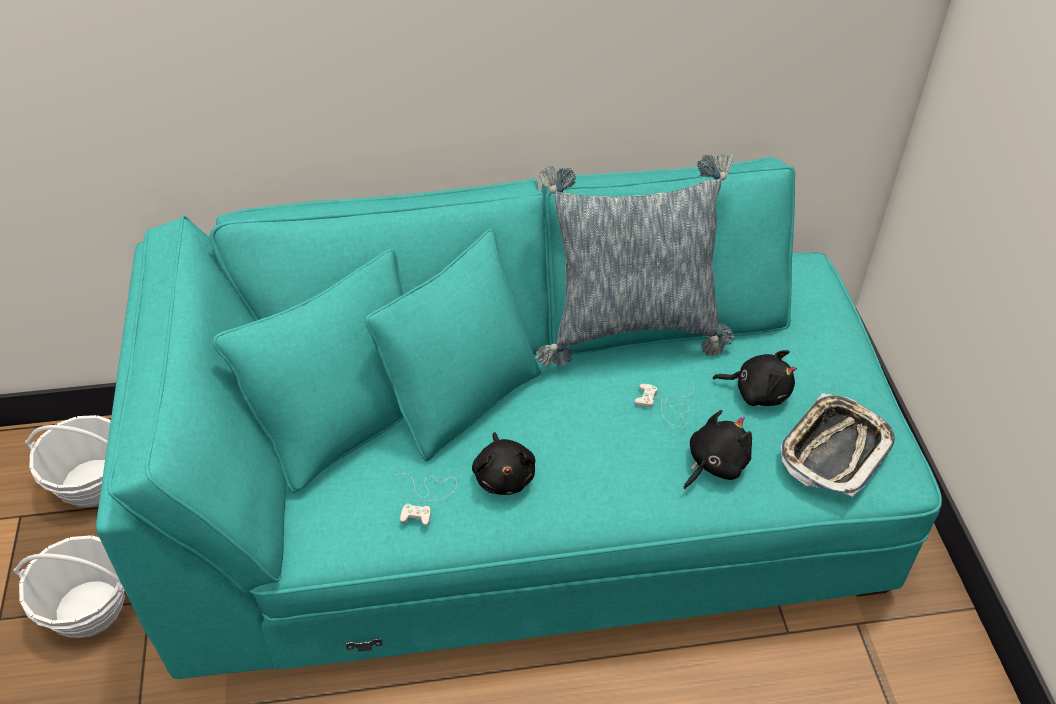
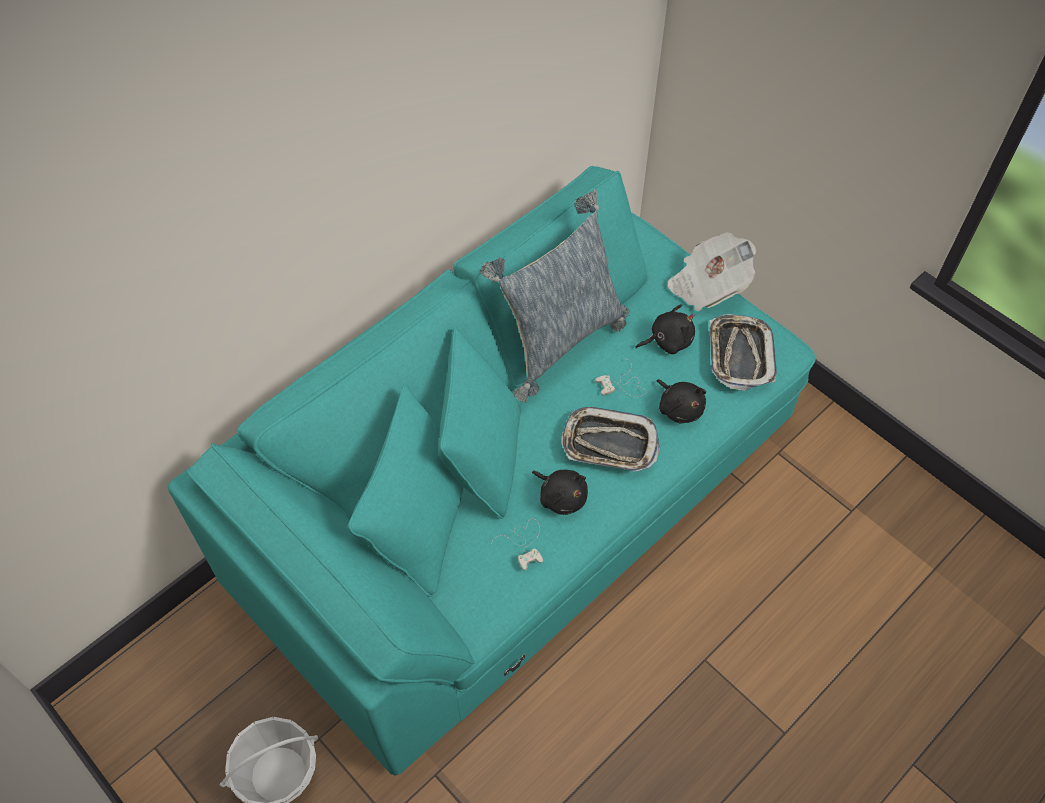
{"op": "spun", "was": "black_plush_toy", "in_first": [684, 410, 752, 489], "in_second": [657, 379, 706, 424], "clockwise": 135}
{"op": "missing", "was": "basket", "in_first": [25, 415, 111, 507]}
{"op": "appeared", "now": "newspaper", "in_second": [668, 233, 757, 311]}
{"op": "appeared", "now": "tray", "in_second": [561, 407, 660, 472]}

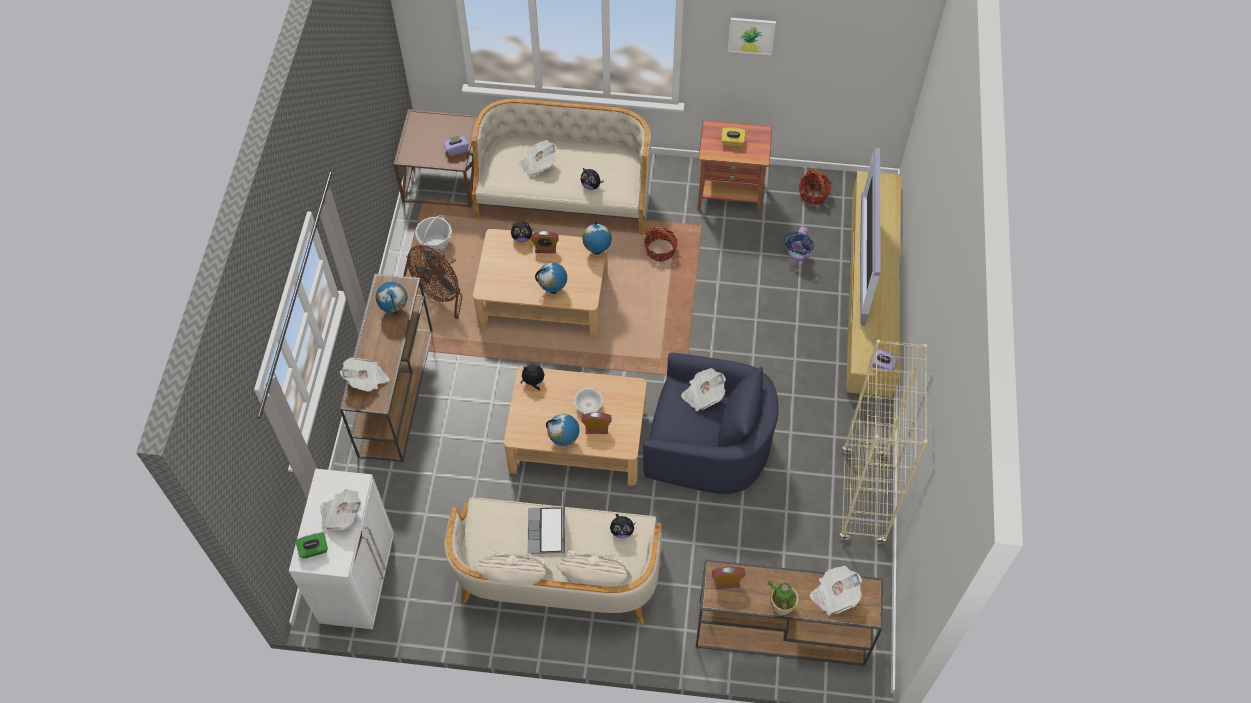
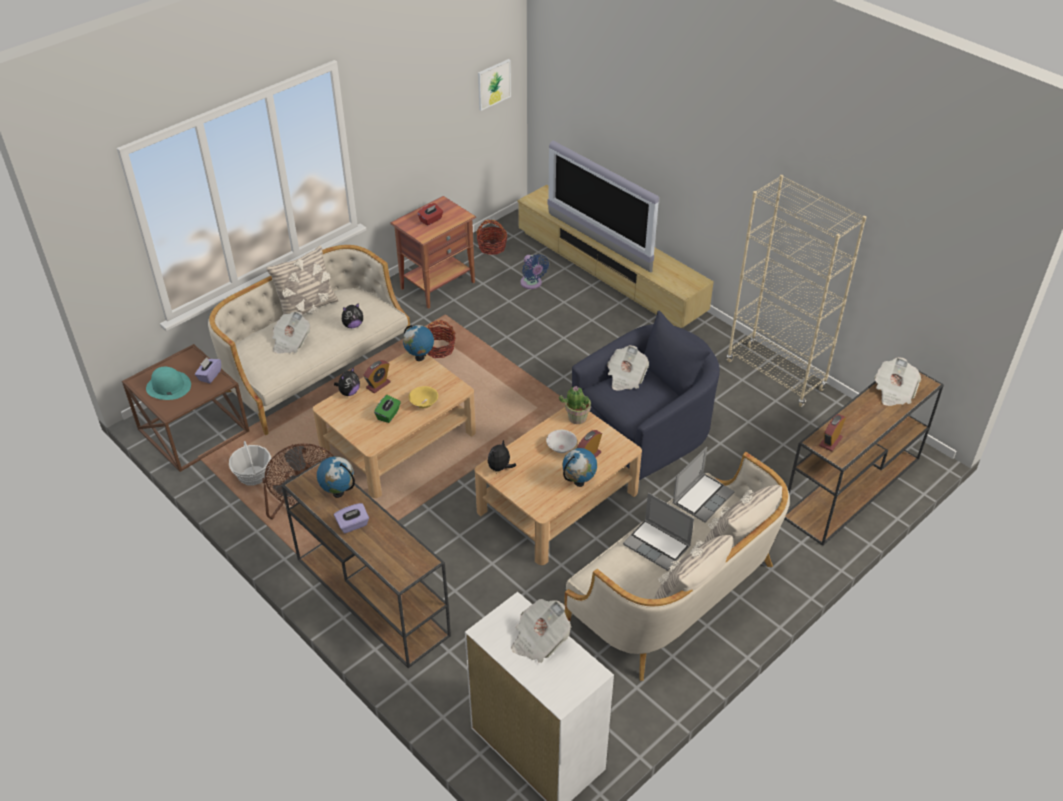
{"op": "relocated", "was": "picture", "in_first": [728, 18, 776, 55], "in_second": [478, 59, 511, 111]}
{"op": "colour", "was": "yellow_tissue_box", "now": "red_tissue_box", "in_first": [721, 128, 745, 147], "in_second": [417, 203, 443, 226]}
{"op": "exchanged", "was": "globe", "now": "yellow_bowl", "in_first": [535, 263, 567, 294], "in_second": [409, 386, 438, 408]}
{"op": "relocated", "was": "purple_tissue_box", "in_first": [870, 349, 898, 372], "in_second": [334, 503, 369, 533]}
{"op": "missing", "was": "newspaper", "in_first": [340, 357, 390, 392]}
{"op": "exchanged", "was": "plush_toy", "now": "laptop", "in_first": [610, 514, 636, 538], "in_second": [673, 447, 735, 522]}
{"op": "relocated", "was": "green_tissue_box", "in_first": [295, 532, 328, 559], "in_second": [374, 395, 401, 423]}
{"op": "relocated", "was": "potted_plant", "in_first": [768, 580, 798, 615], "in_second": [559, 386, 591, 424]}
{"op": "appeared", "now": "beige_pillow", "in_second": [266, 246, 338, 315]}
{"op": "appeared", "now": "turquoise_hat", "in_second": [146, 367, 191, 400]}

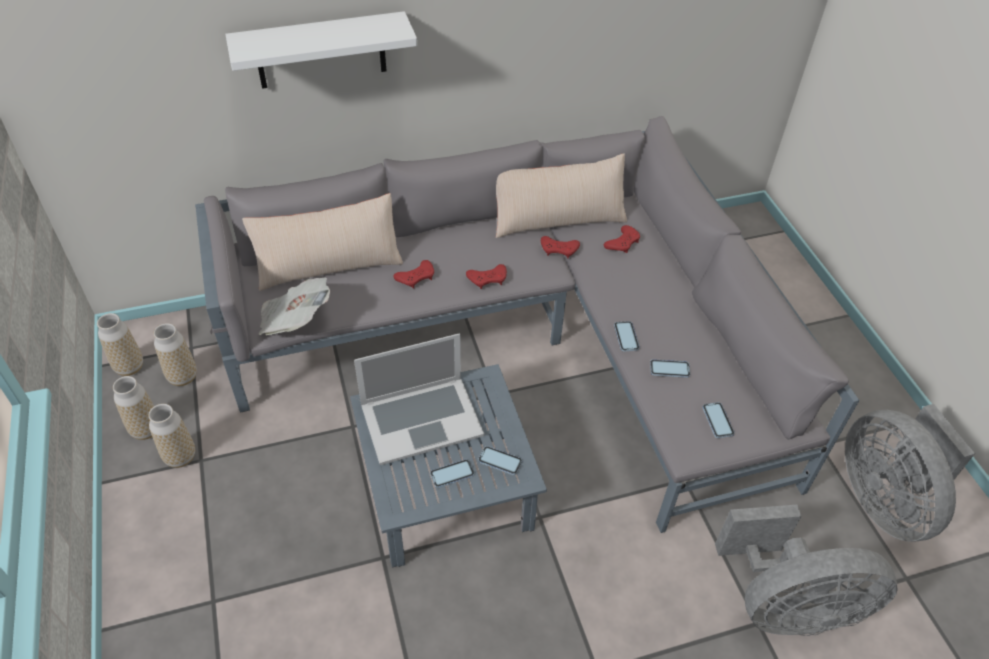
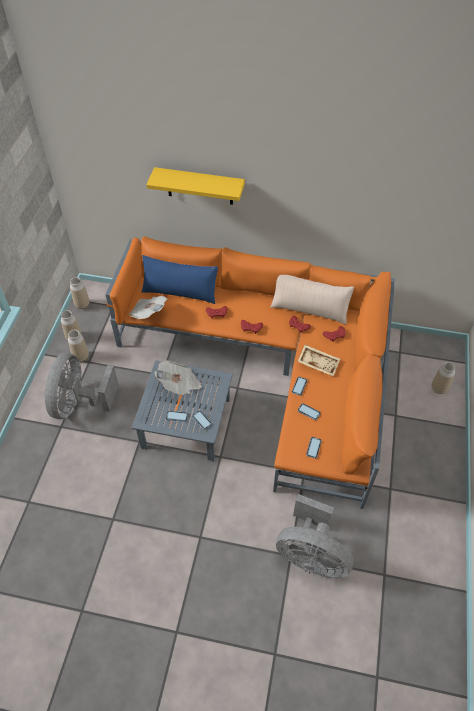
{"op": "colour", "was": "white_shelf", "now": "yellow_shelf", "in_first": [225, 11, 417, 89], "in_second": [146, 167, 245, 205]}
{"op": "colour", "was": "grey_sofa", "now": "orange_sofa", "in_first": [195, 116, 859, 567], "in_second": [105, 236, 395, 509]}
{"op": "colour", "was": "beige_pillow", "now": "blue_pillow", "in_first": [242, 193, 403, 291], "in_second": [142, 255, 218, 304]}
{"op": "relocated", "was": "vase", "in_first": [154, 323, 197, 386], "in_second": [432, 362, 455, 394]}
{"op": "exchanged", "was": "laptop", "now": "newspaper", "in_first": [354, 333, 484, 465], "in_second": [154, 360, 202, 396]}
{"op": "relocated", "was": "grey_fan", "in_first": [845, 404, 975, 542], "in_second": [45, 353, 119, 419]}
{"op": "appeared", "now": "beige_tray", "in_second": [297, 345, 340, 377]}

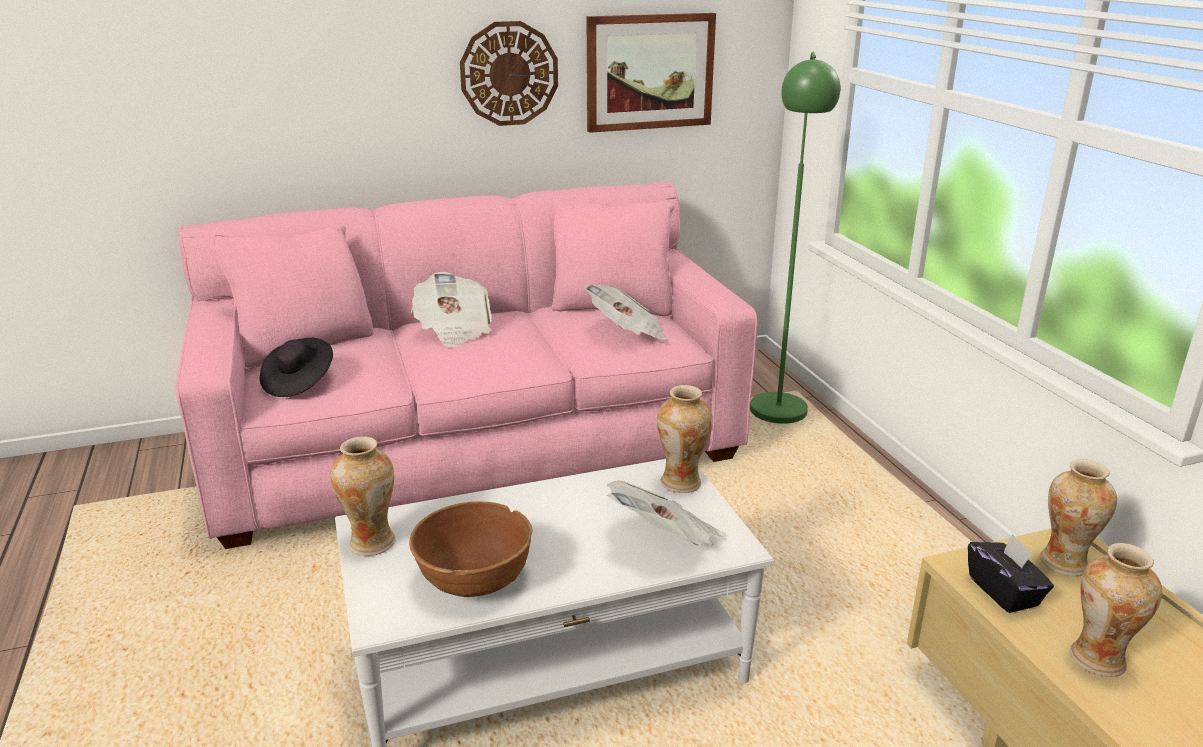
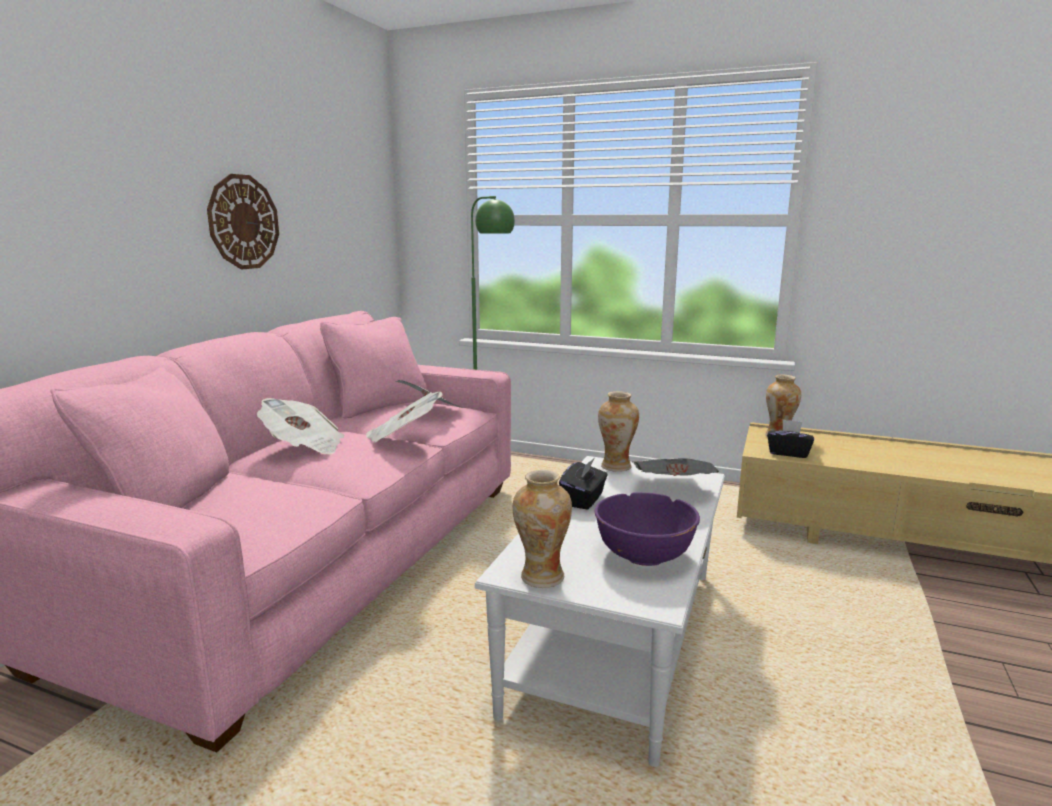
{"op": "missing", "was": "picture", "in_first": [587, 13, 716, 133]}
{"op": "missing", "was": "black_hat", "in_first": [260, 338, 333, 397]}
{"op": "colour", "was": "brown_bowl", "now": "purple_bowl", "in_first": [409, 501, 533, 597], "in_second": [595, 492, 700, 566]}
{"op": "missing", "was": "vase", "in_first": [1070, 543, 1162, 677]}
{"op": "appeared", "now": "newspaper", "in_second": [366, 392, 442, 443]}
{"op": "appeared", "now": "black_tissue_box", "in_second": [559, 459, 608, 510]}

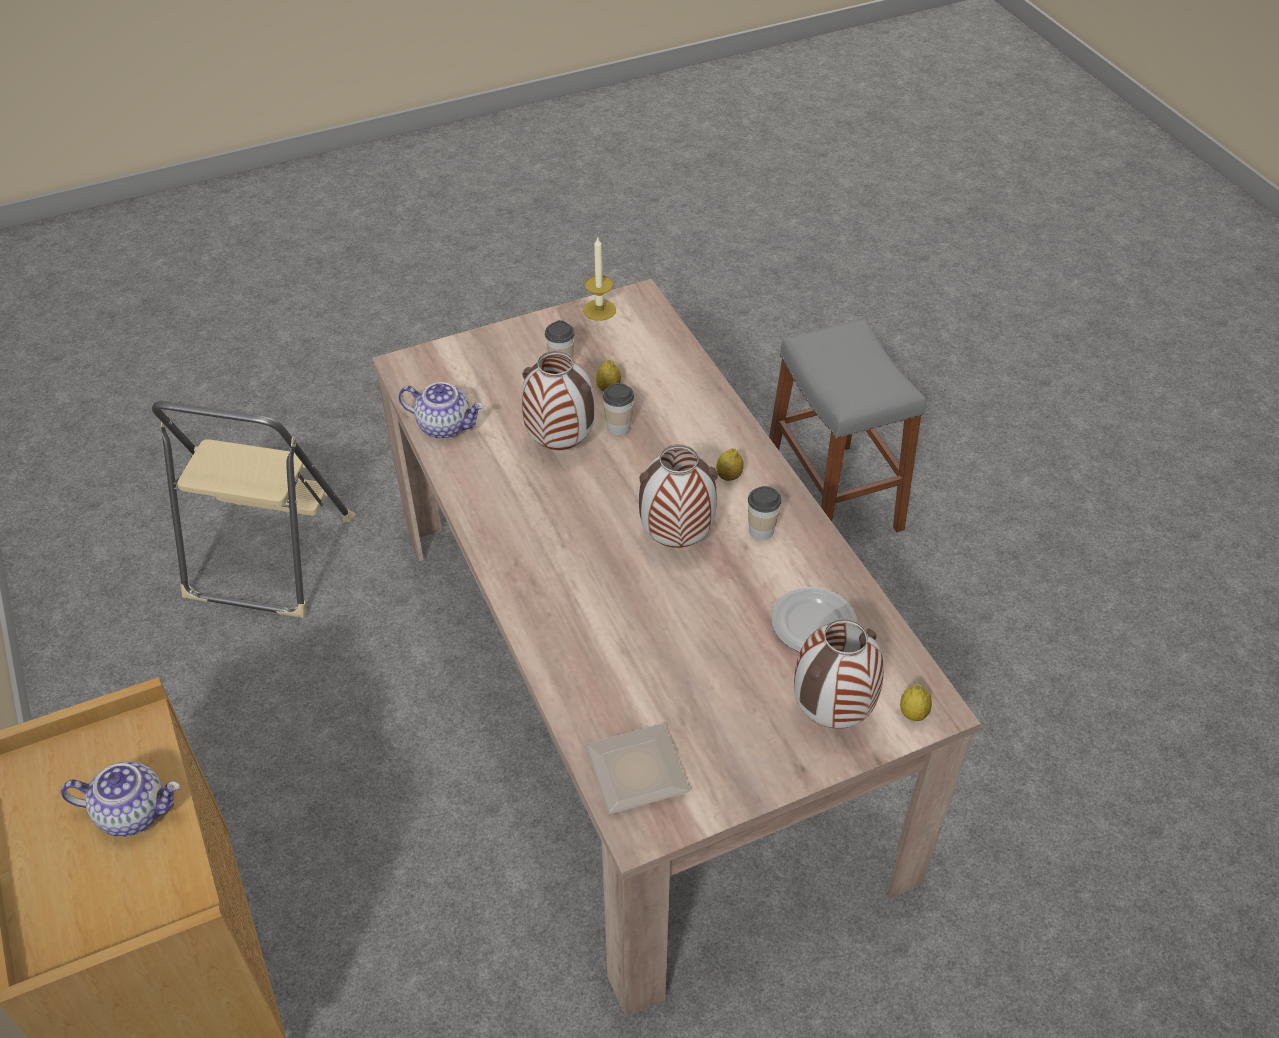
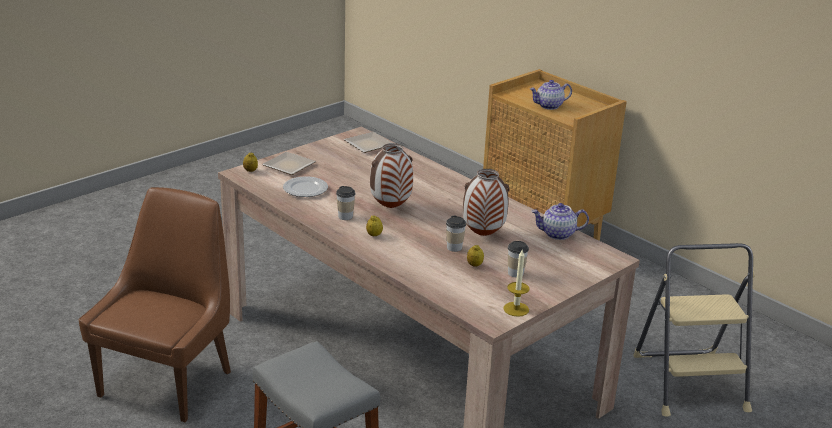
{"op": "exchanged", "was": "vase", "now": "plate", "in_first": [794, 618, 884, 728], "in_second": [262, 152, 316, 175]}
{"op": "appeared", "now": "brown_chair", "in_second": [79, 187, 231, 422]}

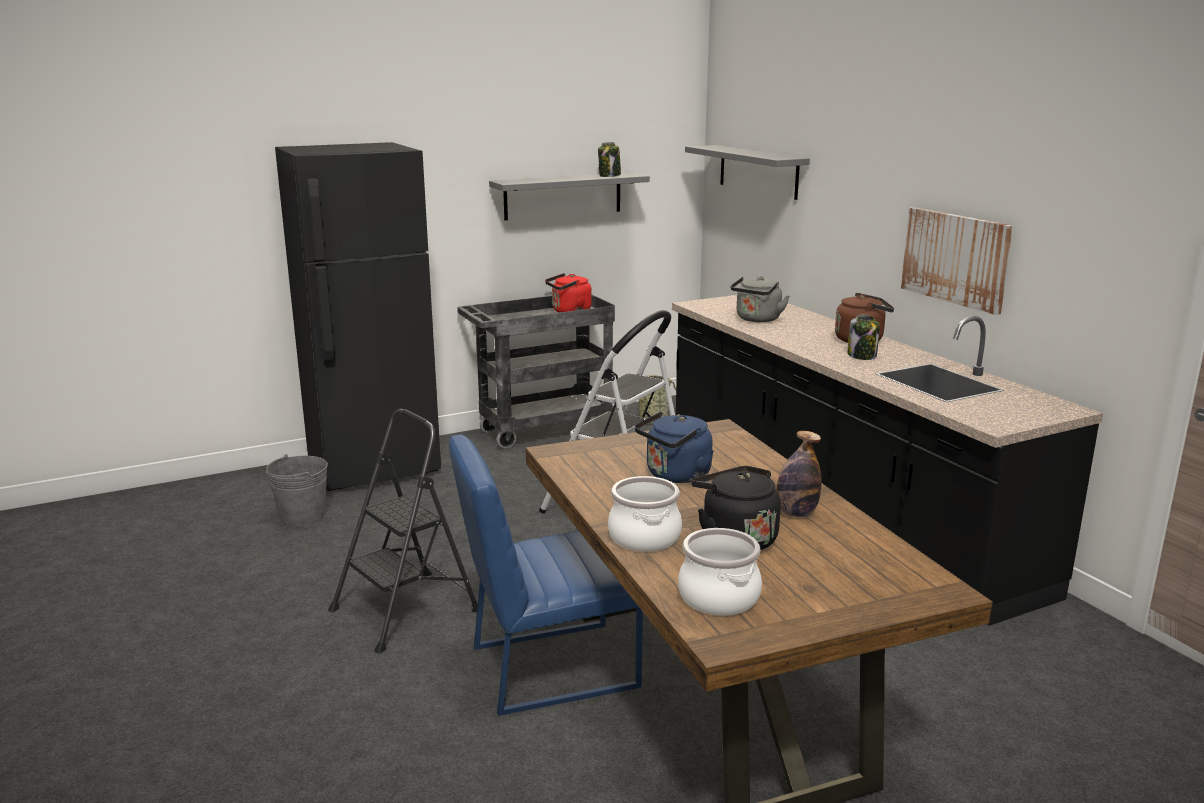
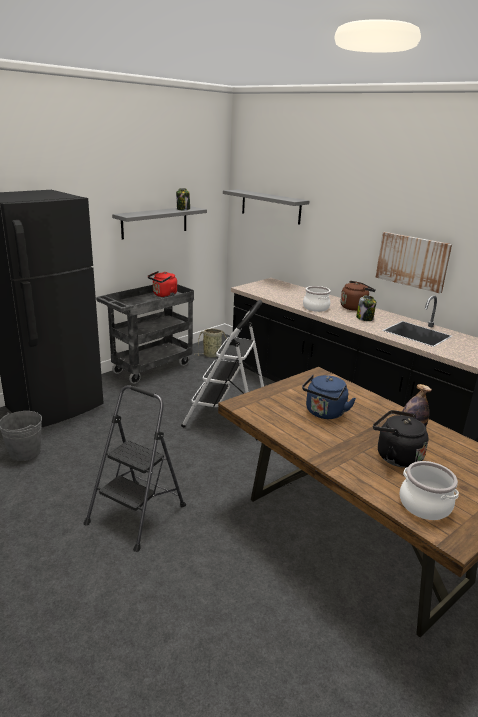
{"op": "missing", "was": "grey_kettle", "in_first": [731, 276, 789, 322]}
{"op": "missing", "was": "blue_chair", "in_first": [449, 434, 643, 716]}
{"op": "relocated", "was": "cooking_pot", "in_first": [608, 476, 682, 552], "in_second": [303, 286, 331, 312]}

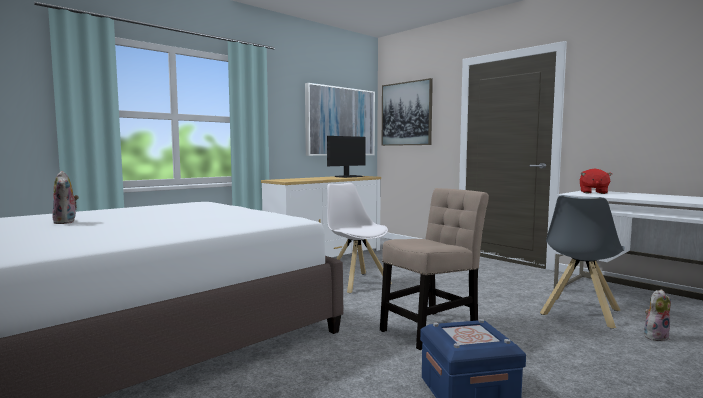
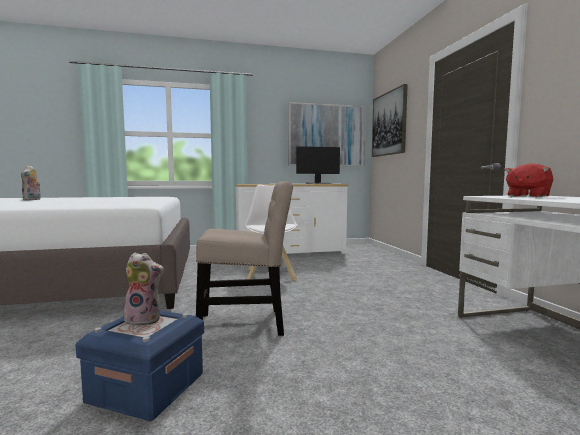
{"op": "missing", "was": "grey_chair", "in_first": [540, 195, 625, 329]}
{"op": "relocated", "was": "plush_toy", "in_first": [644, 289, 671, 341], "in_second": [122, 252, 164, 326]}

